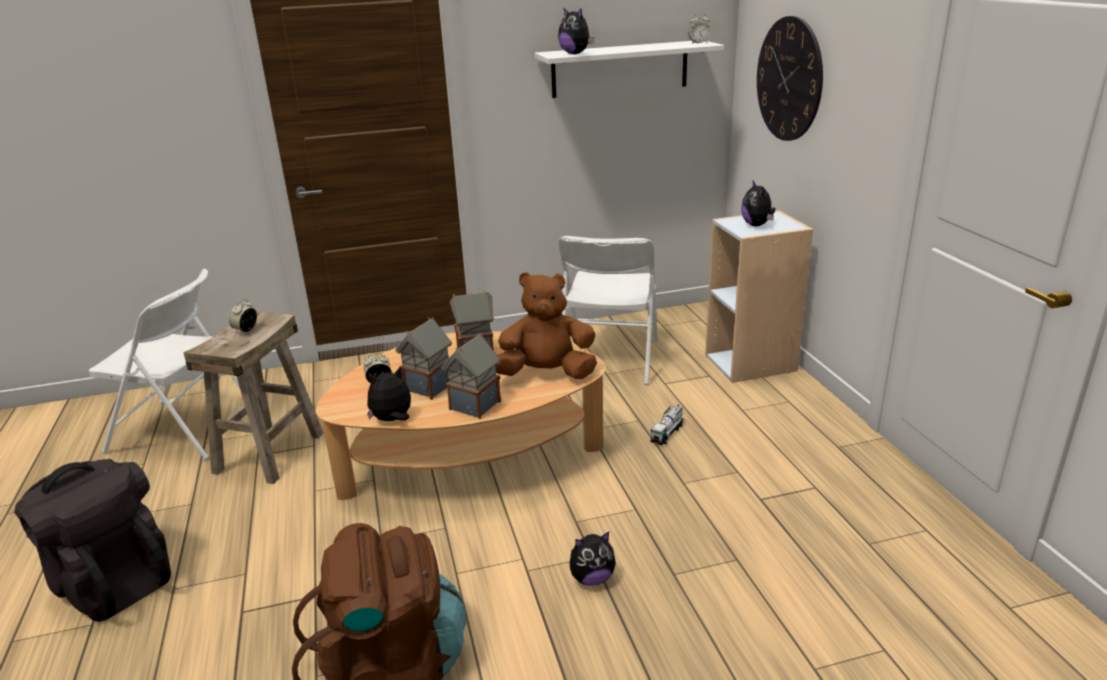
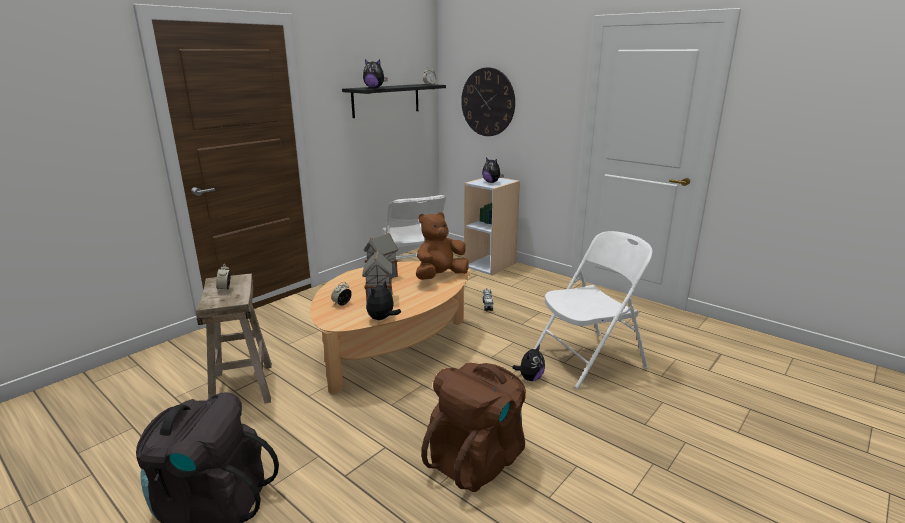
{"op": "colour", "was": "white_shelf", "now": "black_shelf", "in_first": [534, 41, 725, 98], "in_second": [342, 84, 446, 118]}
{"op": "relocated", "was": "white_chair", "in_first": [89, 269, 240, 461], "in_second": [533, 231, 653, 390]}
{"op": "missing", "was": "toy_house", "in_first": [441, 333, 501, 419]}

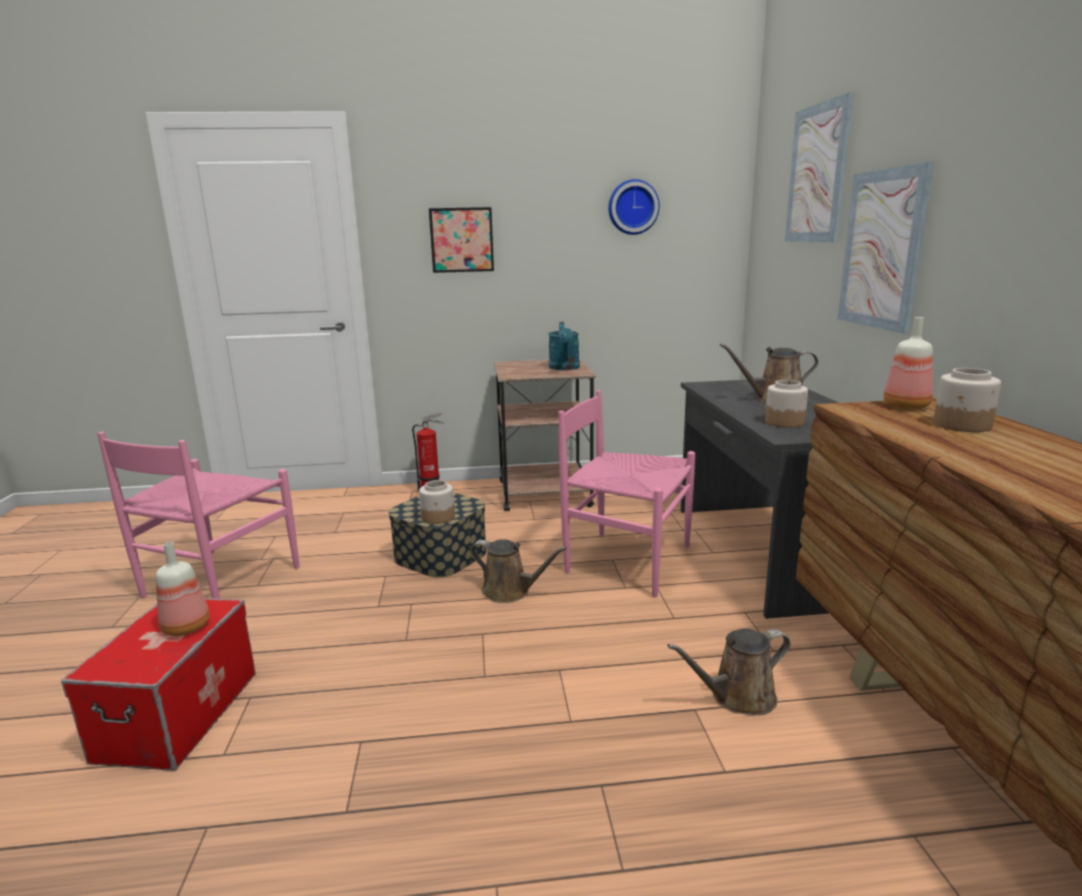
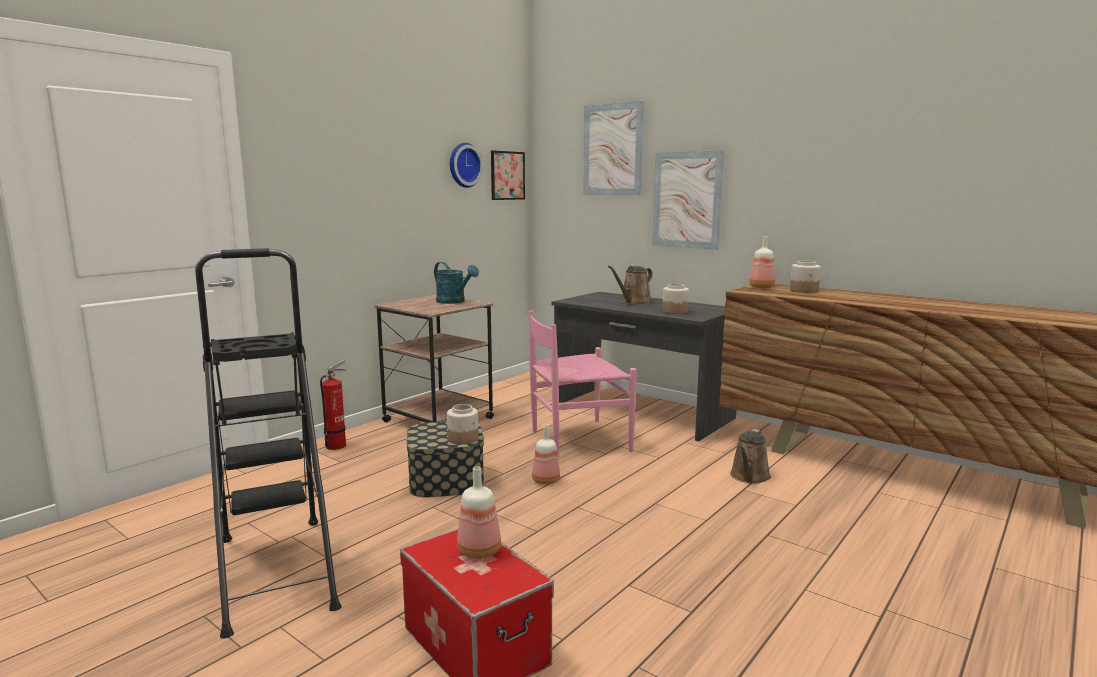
{"op": "relocated", "was": "picture", "in_first": [429, 207, 494, 273], "in_second": [491, 150, 525, 200]}
{"op": "exchanged", "was": "pink_chair", "now": "step_ladder", "in_first": [97, 432, 300, 599], "in_second": [195, 248, 342, 639]}
{"op": "exchanged", "was": "brown_watering_can", "now": "bottle", "in_first": [470, 539, 567, 603], "in_second": [532, 426, 560, 485]}

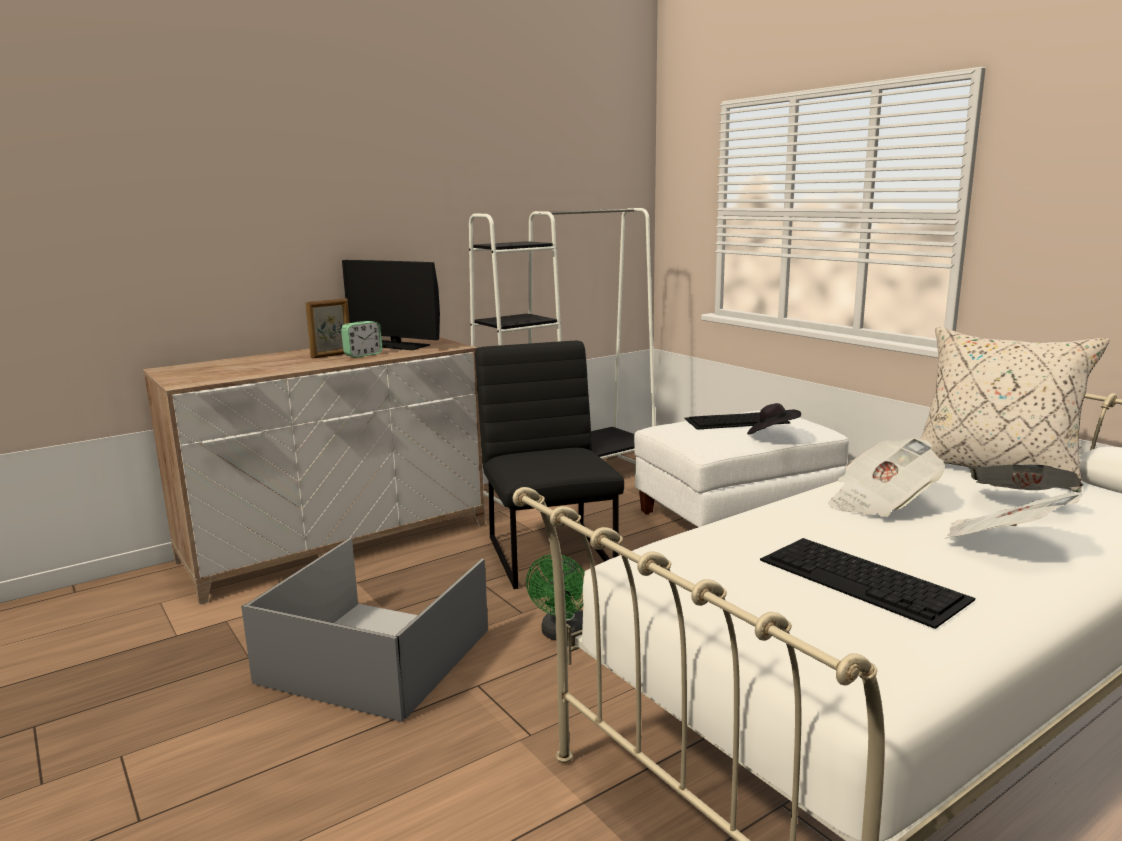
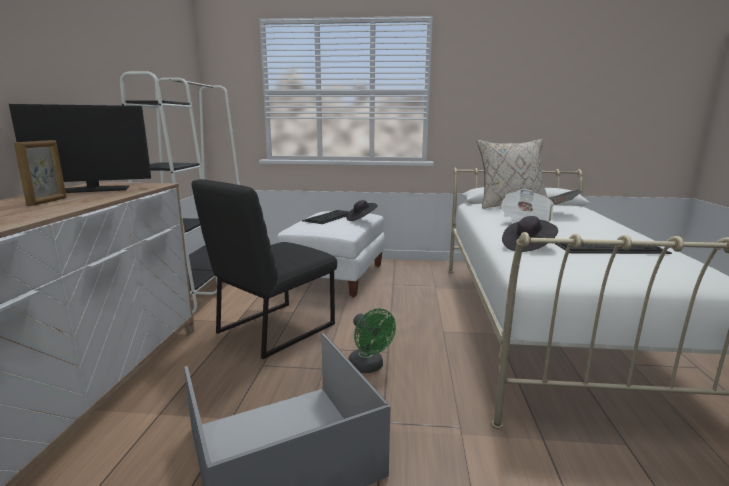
{"op": "missing", "was": "alarm_clock", "in_first": [341, 321, 383, 358]}
{"op": "spun", "was": "black_chair", "in_first": [475, 340, 624, 589], "in_second": [192, 179, 337, 359], "clockwise": -75}
{"op": "missing", "was": "newspaper", "in_first": [945, 492, 1082, 539]}
{"op": "appeared", "now": "black_hat", "in_second": [502, 216, 558, 252]}

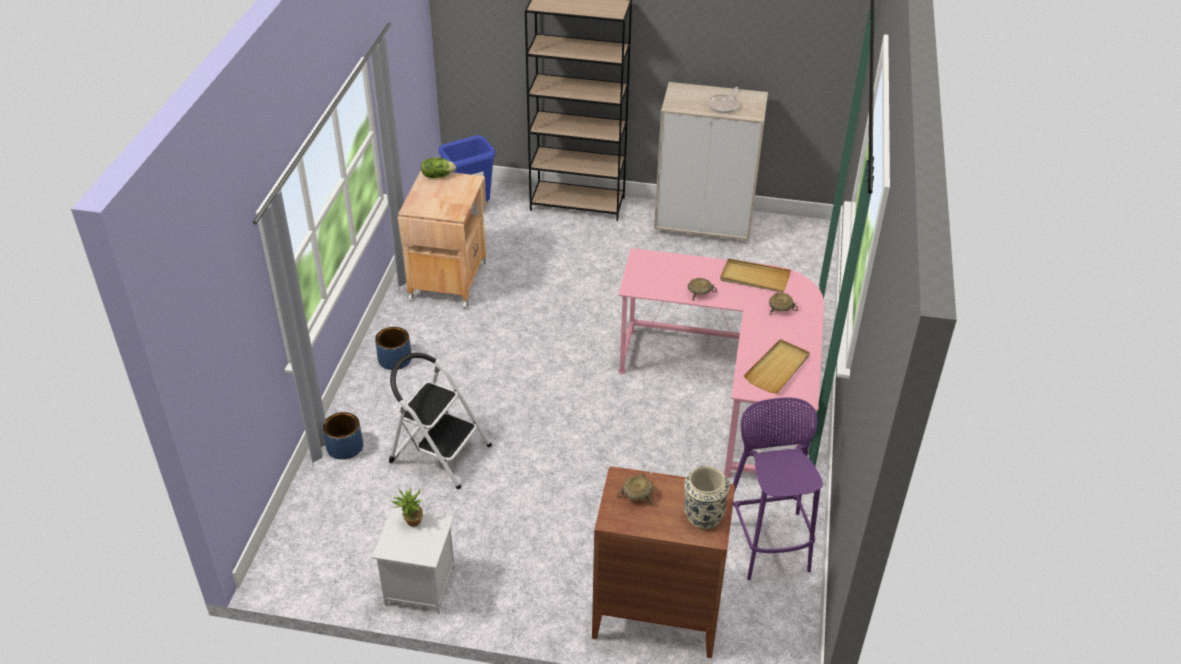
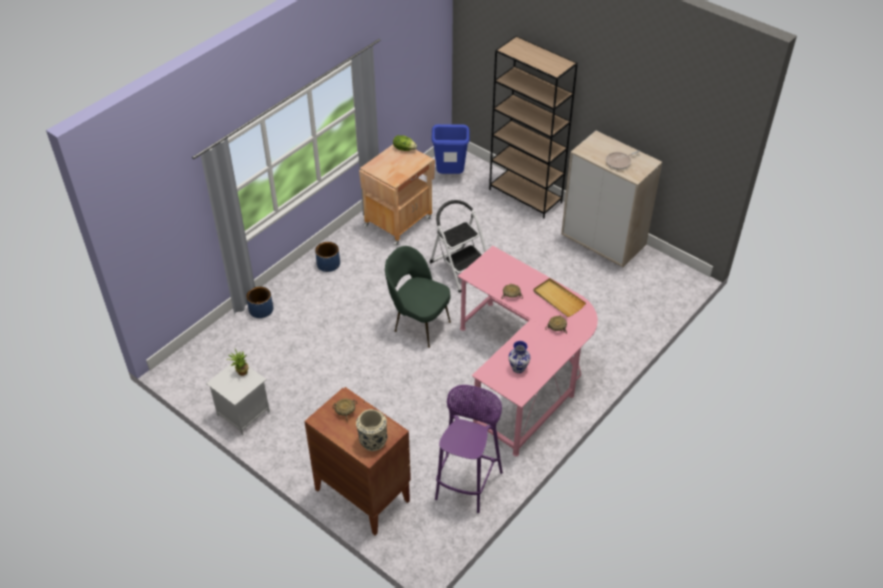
{"op": "exchanged", "was": "beige_tray", "now": "vase", "in_first": [744, 339, 810, 393], "in_second": [508, 341, 530, 373]}
{"op": "relocated", "was": "step_ladder", "in_first": [389, 353, 492, 489], "in_second": [430, 200, 487, 293]}
{"op": "appeared", "now": "green_chair", "in_second": [385, 246, 451, 348]}

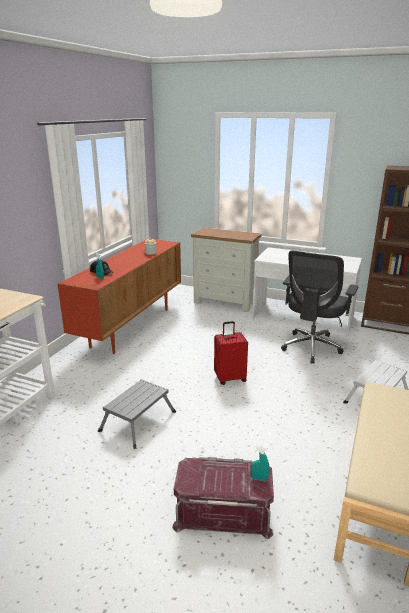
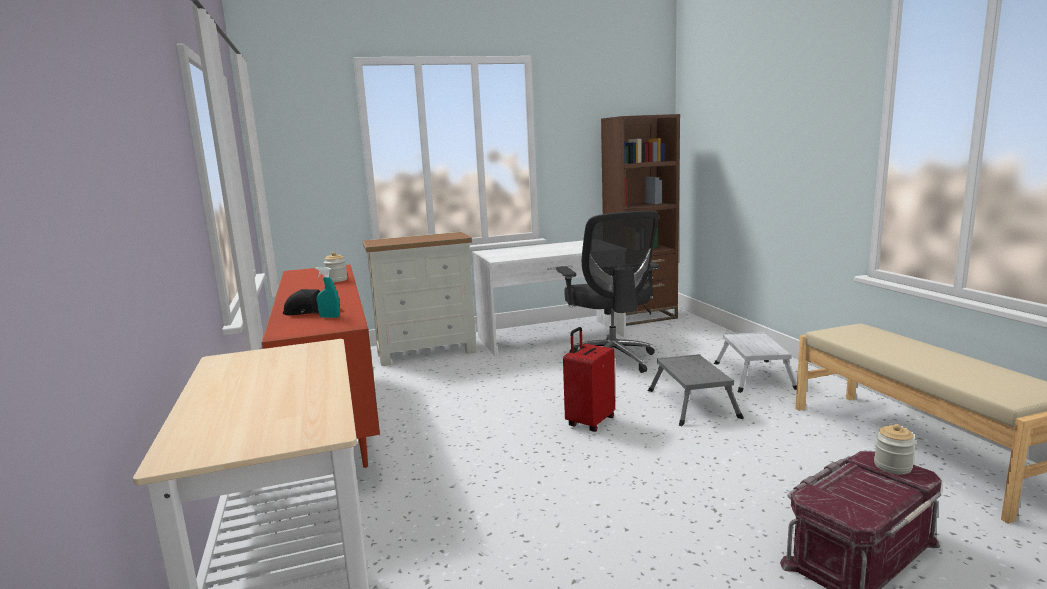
{"op": "relocated", "was": "grey_step_ladder", "in_first": [98, 379, 176, 449], "in_second": [648, 354, 744, 426]}
{"op": "exchanged", "was": "turquoise_spray_bottle", "now": "jar", "in_first": [251, 445, 269, 481], "in_second": [874, 424, 916, 474]}

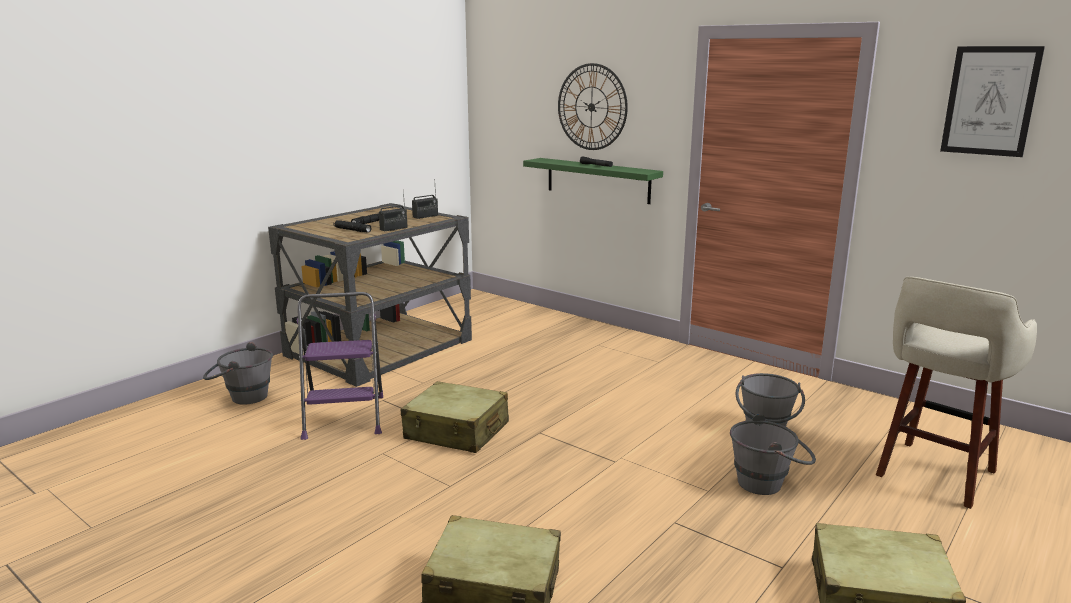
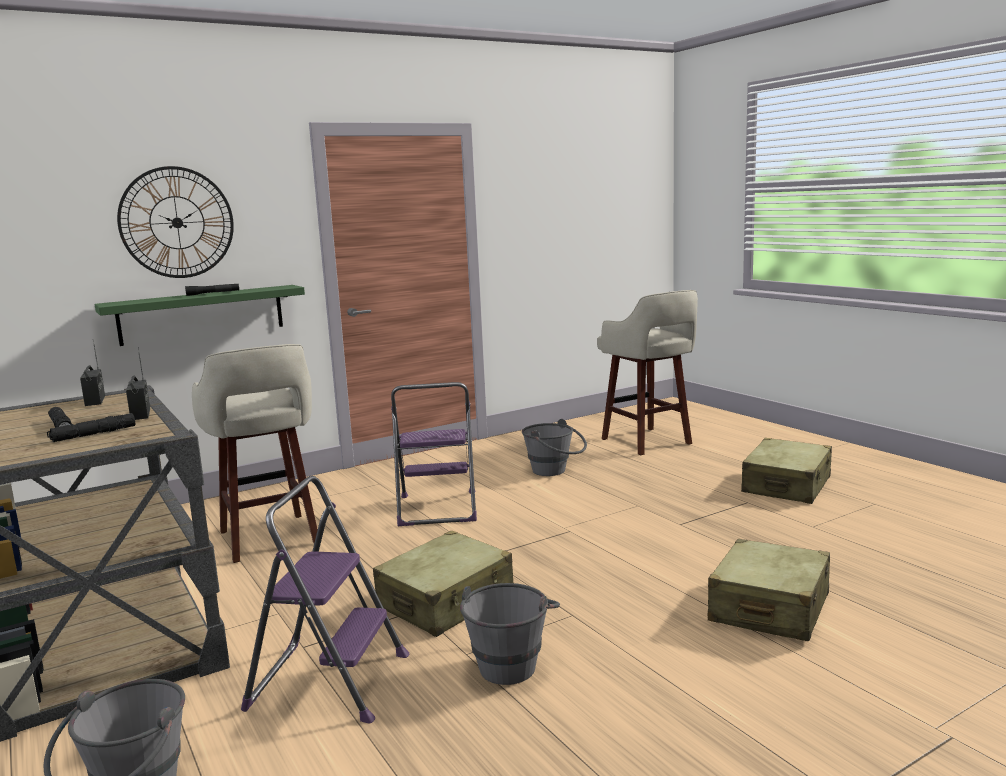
{"op": "missing", "was": "picture", "in_first": [940, 46, 1045, 157]}
{"op": "relocated", "was": "grey_bucket", "in_first": [730, 414, 816, 495], "in_second": [460, 583, 560, 685]}
{"op": "appeared", "now": "beige_stool", "in_second": [192, 344, 318, 563]}
{"op": "appeared", "now": "purple_step_ladder", "in_second": [391, 382, 477, 526]}

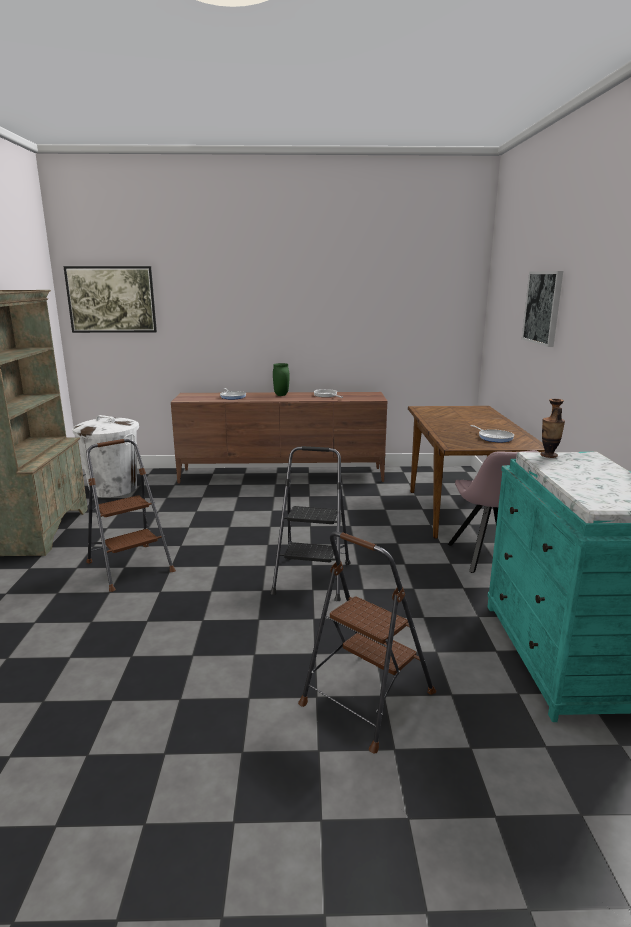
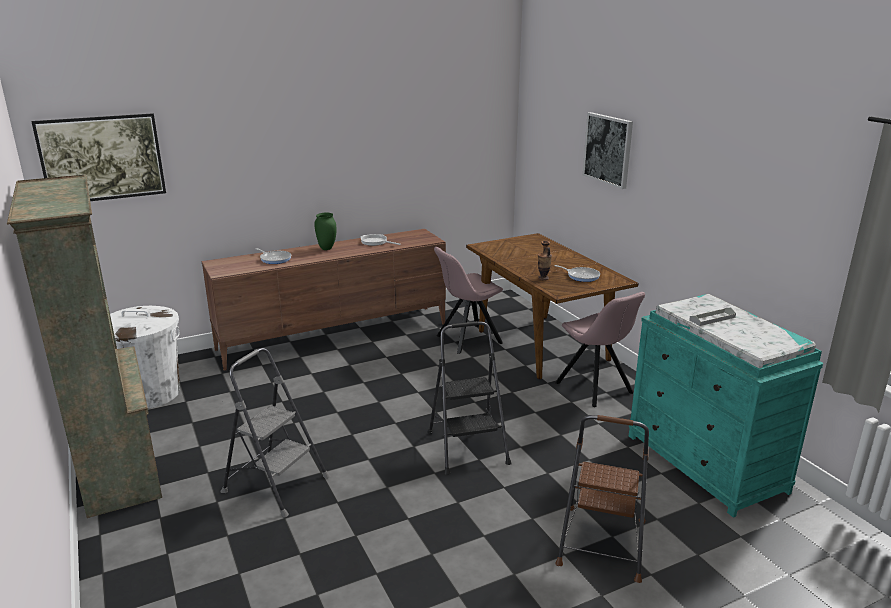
{"op": "relocated", "was": "vase", "in_first": [540, 399, 565, 458], "in_second": [538, 241, 552, 280]}
{"op": "colour", "was": "brown_step_ladder", "now": "grey_step_ladder", "in_first": [86, 439, 176, 592], "in_second": [220, 348, 330, 517]}
{"op": "appeared", "now": "pink_chair", "in_second": [434, 247, 503, 354]}
{"op": "appeared", "now": "grey_tray", "in_second": [689, 307, 736, 326]}

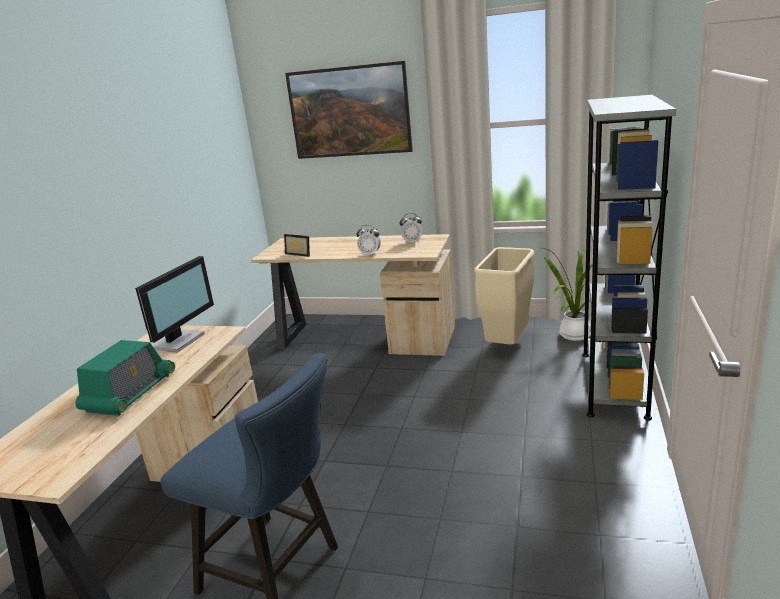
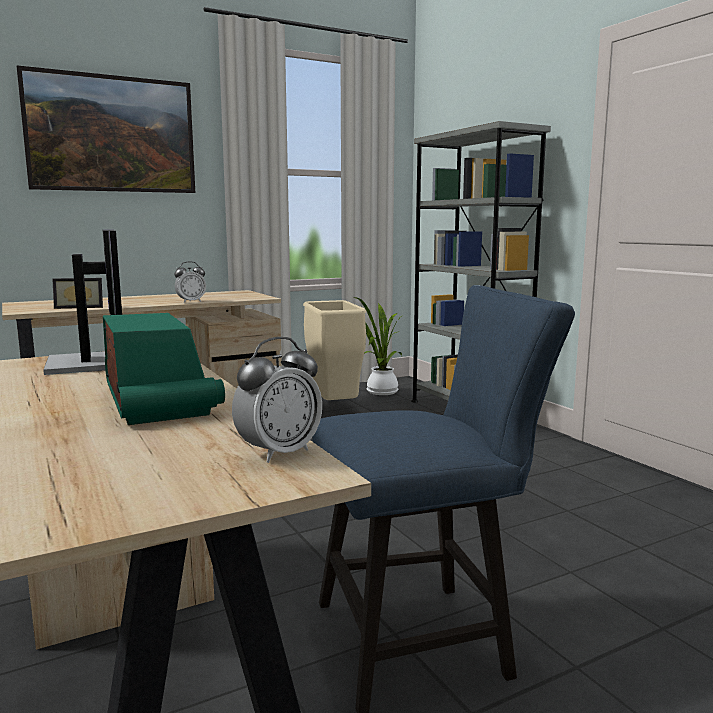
{"op": "relocated", "was": "alarm_clock", "in_first": [400, 213, 422, 244], "in_second": [232, 337, 322, 463]}

